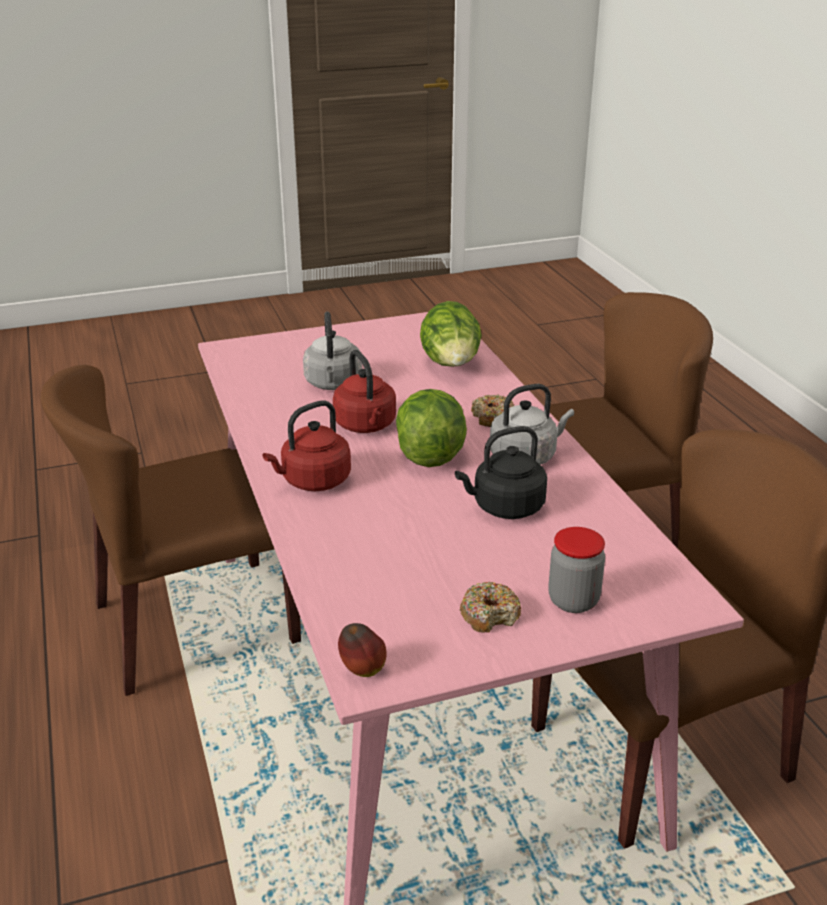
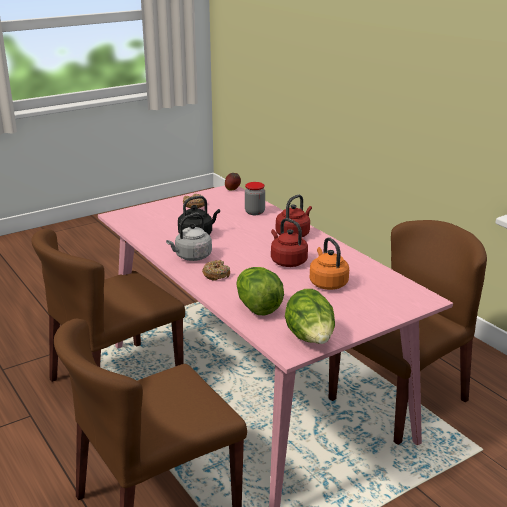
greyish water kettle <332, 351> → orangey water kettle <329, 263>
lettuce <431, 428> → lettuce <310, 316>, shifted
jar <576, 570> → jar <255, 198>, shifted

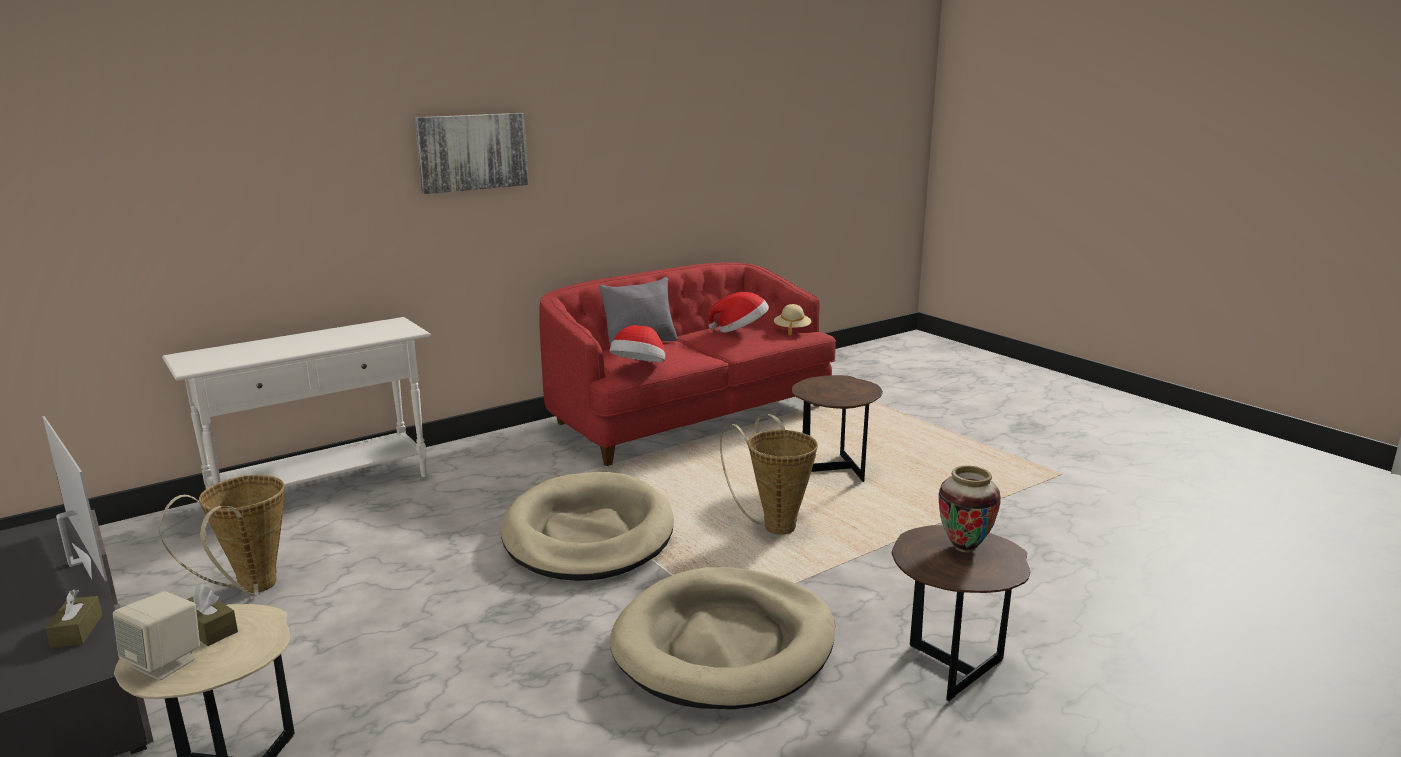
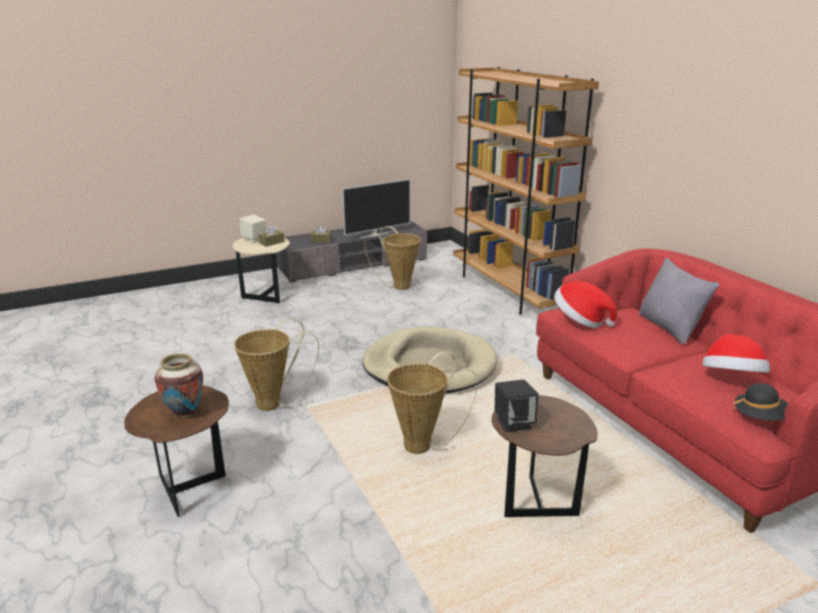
wall art <471, 153> → -
beige-coloured clothing hat <793, 320> → black clothing hat <760, 402>
whitish console table <296, 403> → brown-coloured bookcase <526, 191>
beige-coloured dog bed <722, 638> → basket <276, 364>
- → black loudspeaker <516, 406>

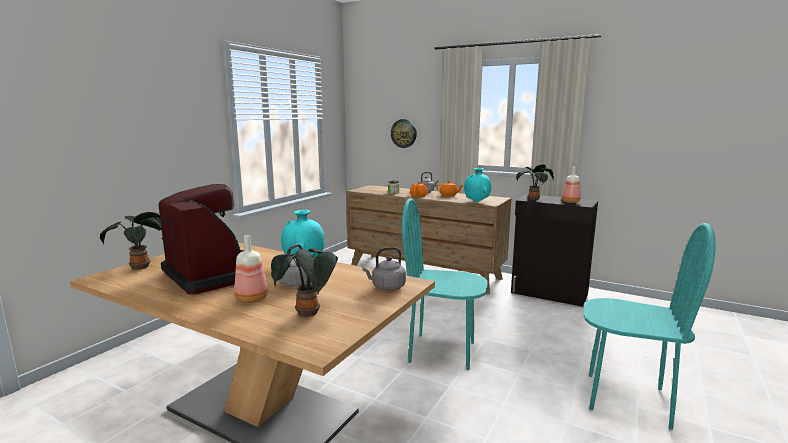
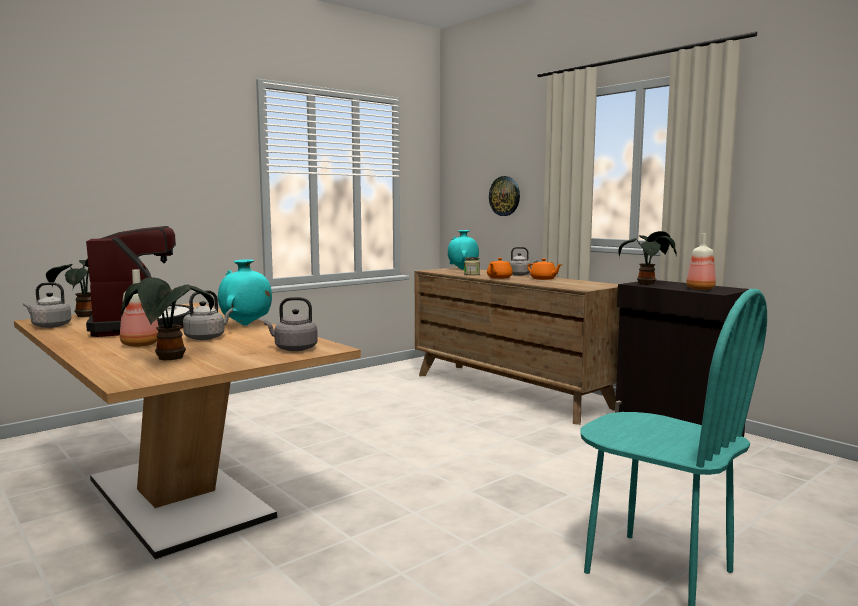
turquoise-coloured flower vase <478, 185> → turquoise-coloured flower vase <463, 250>, shifted
turquoise-coloured chair <445, 284> → -
- → greyish water kettle <47, 305>

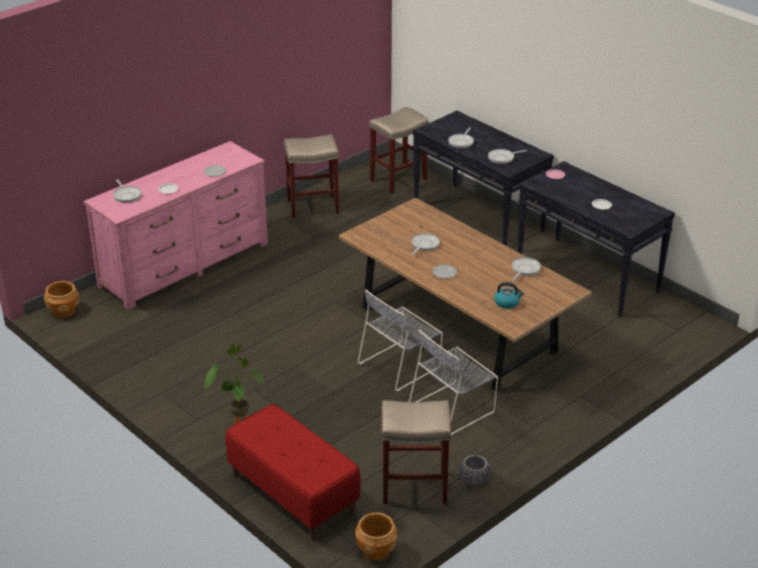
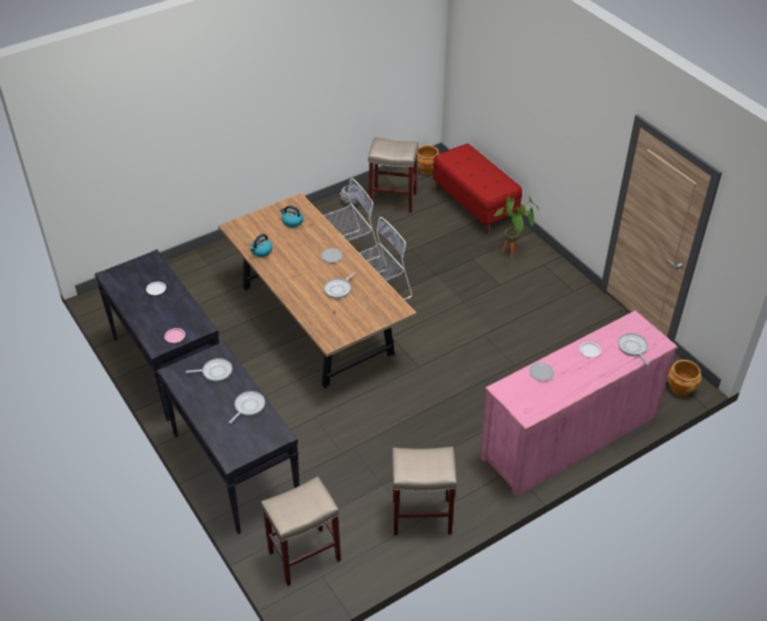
skillet <526, 268> → water kettle <261, 245>

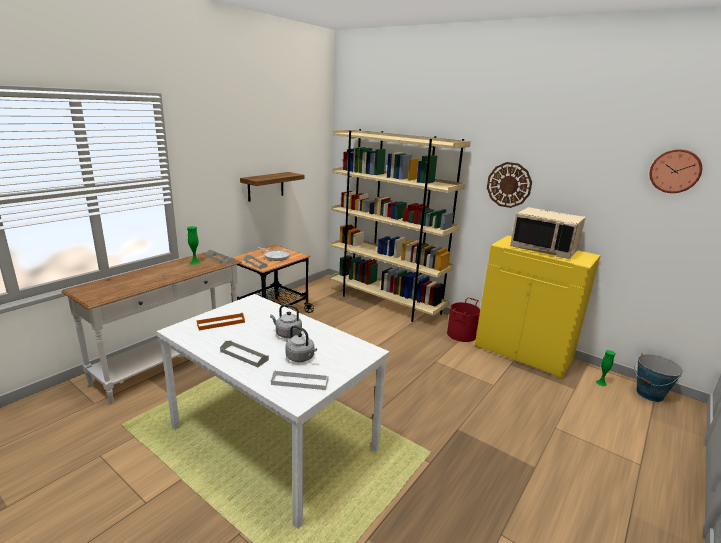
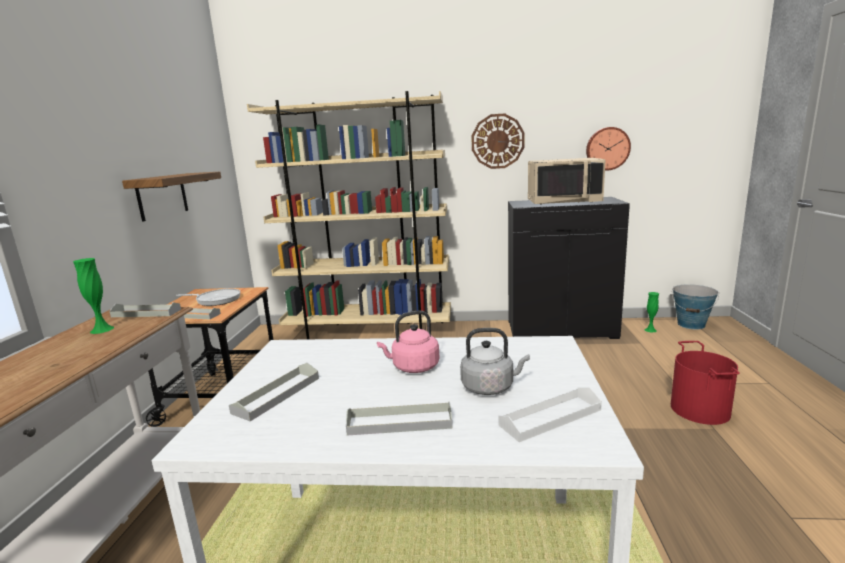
wall clock <676, 171> → wall clock <608, 149>, shifted
yellowish storage cabinet <538, 307> → black storage cabinet <569, 268>
red water bucket <463, 319> → red water bucket <705, 383>, shifted
greyish water kettle <286, 321> → pink water kettle <408, 341>
orangey carrying tray <221, 321> → greyish carrying tray <274, 392>

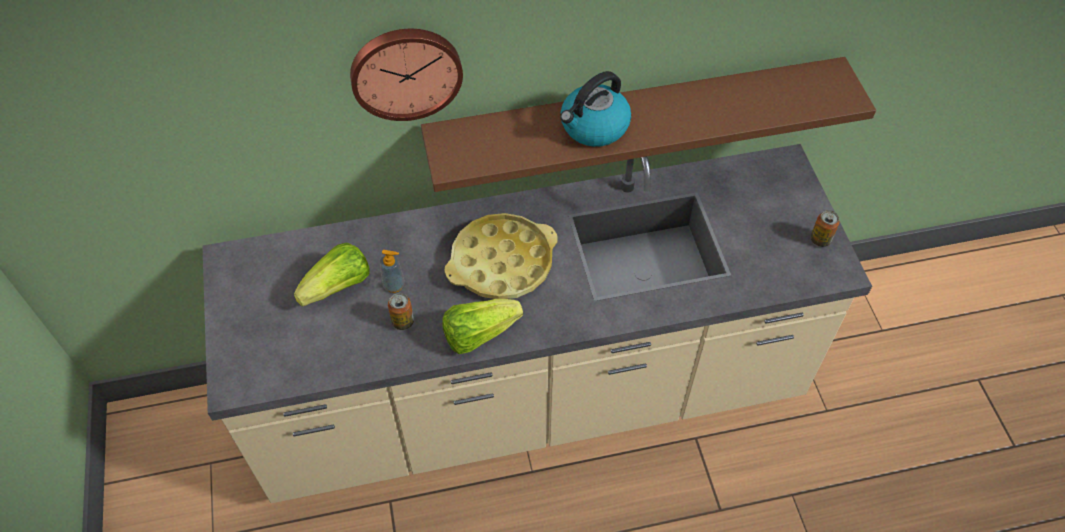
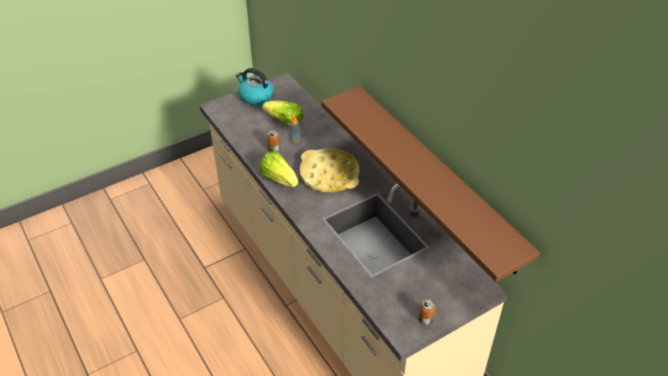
wall clock <406, 75> → -
water kettle <595, 109> → water kettle <255, 86>, shifted

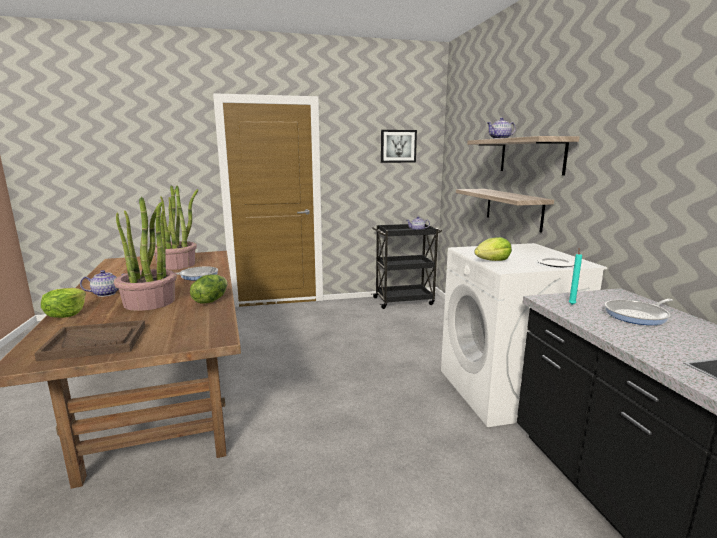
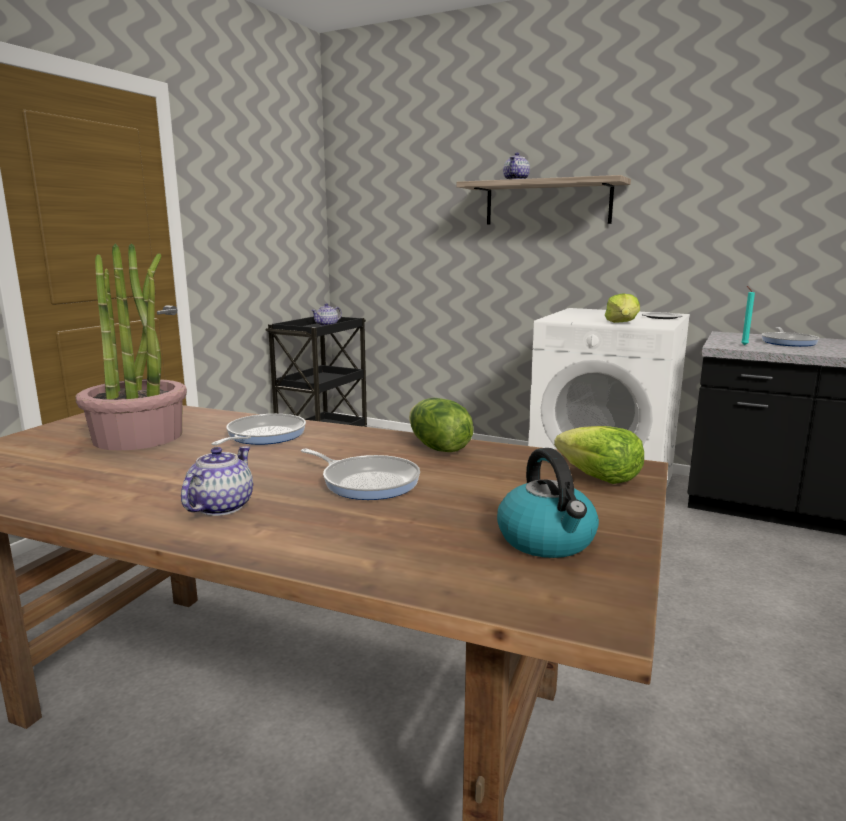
wall art <399, 146> → -
bracket shelf <505, 211> → -
houseplant <145, 254> → skillet <360, 474>
lettuce <63, 303> → lettuce <599, 455>, shifted
brown-coloured carrying tray <89, 340> → water kettle <548, 503>

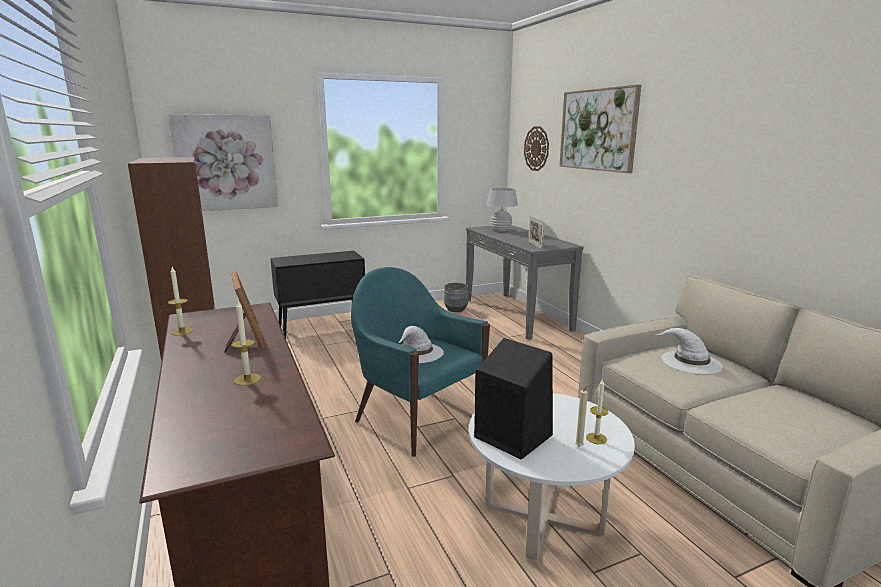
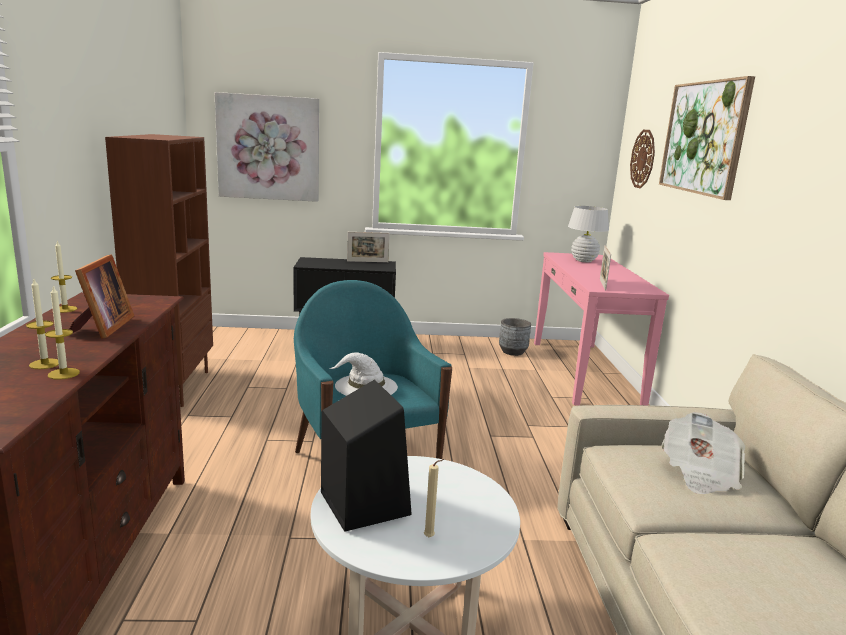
greyish console table <525, 282> → pink console table <601, 328>
whitish clothing hat <687, 351> → newspaper <703, 453>
wax candle <597, 411> → wax candle <62, 332>, shifted
- → photo frame <368, 247>

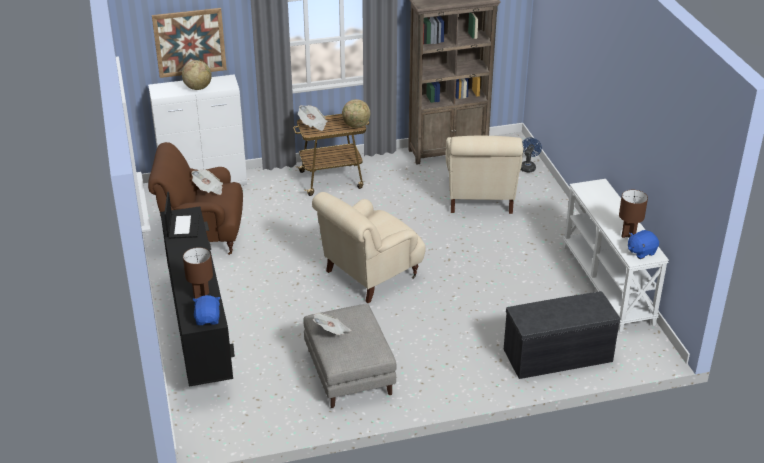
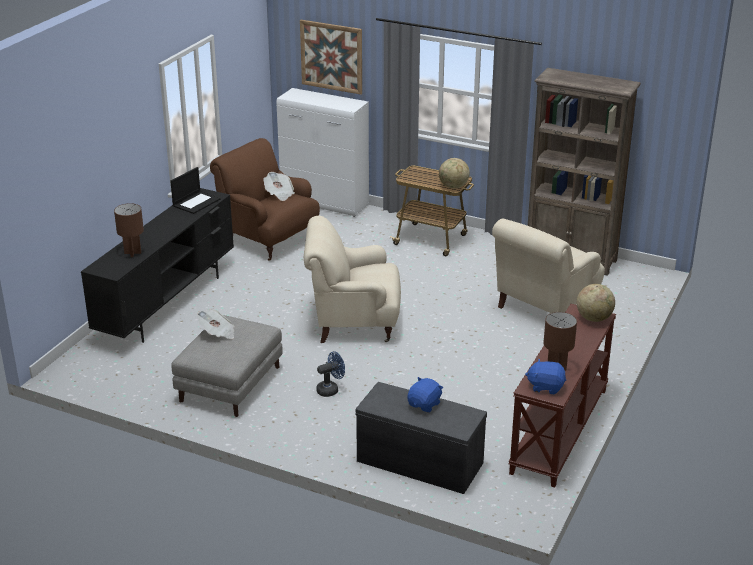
desk globe <197, 75> → desk globe <596, 303>, shifted
newspaper <312, 118> → -
bluish electric fan <531, 154> → bluish electric fan <330, 374>, shifted
whitish console table <616, 255> → brown-coloured console table <562, 395>
bluish soft toy <206, 310> → bluish soft toy <425, 395>, shifted

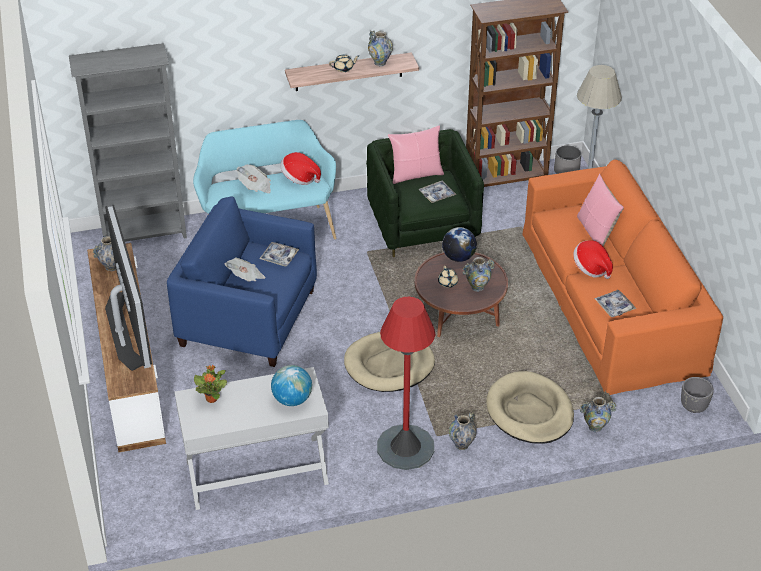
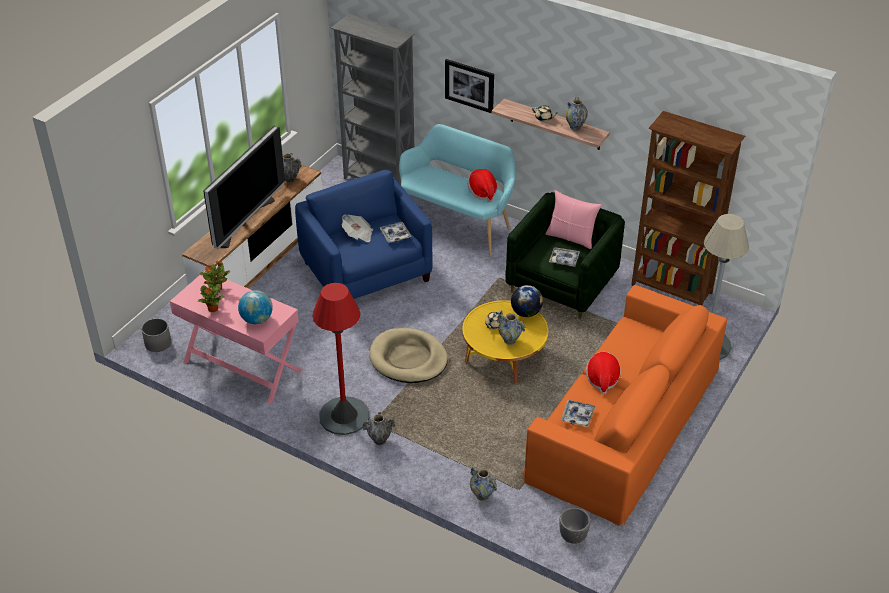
greyish plant pot <567, 159> → greyish plant pot <156, 335>, shifted
newspaper <254, 179> → -
pink pillow <600, 210> → -
brown-coloured coffee table <461, 294> → yellowish coffee table <505, 342>
whitish console table <252, 438> → pink console table <236, 337>
beige-coloured dog bed <530, 407> → -
- → wall art <469, 86>
- → houseplant <211, 296>

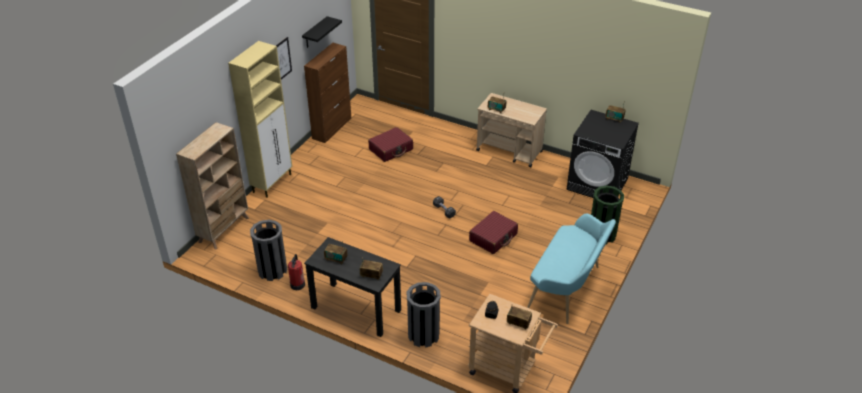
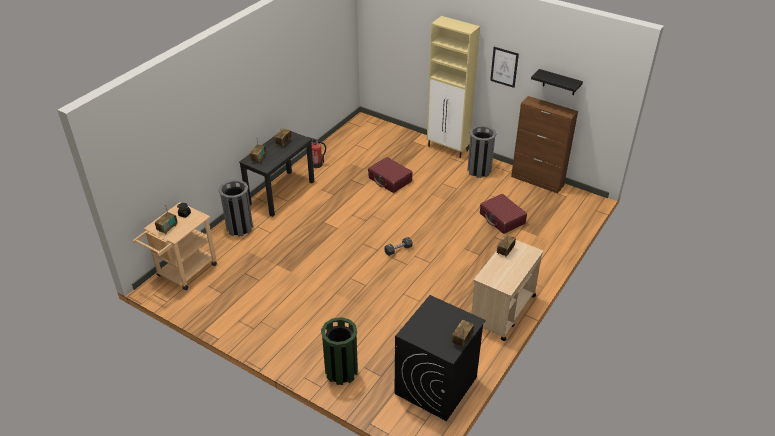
beige-coloured bookcase <212, 186> → -
red piece of luggage <493, 232> → red piece of luggage <390, 175>, shifted
turquoise-coloured bench <571, 269> → -
greyish rubbish bin <268, 250> → greyish rubbish bin <481, 151>, shifted

